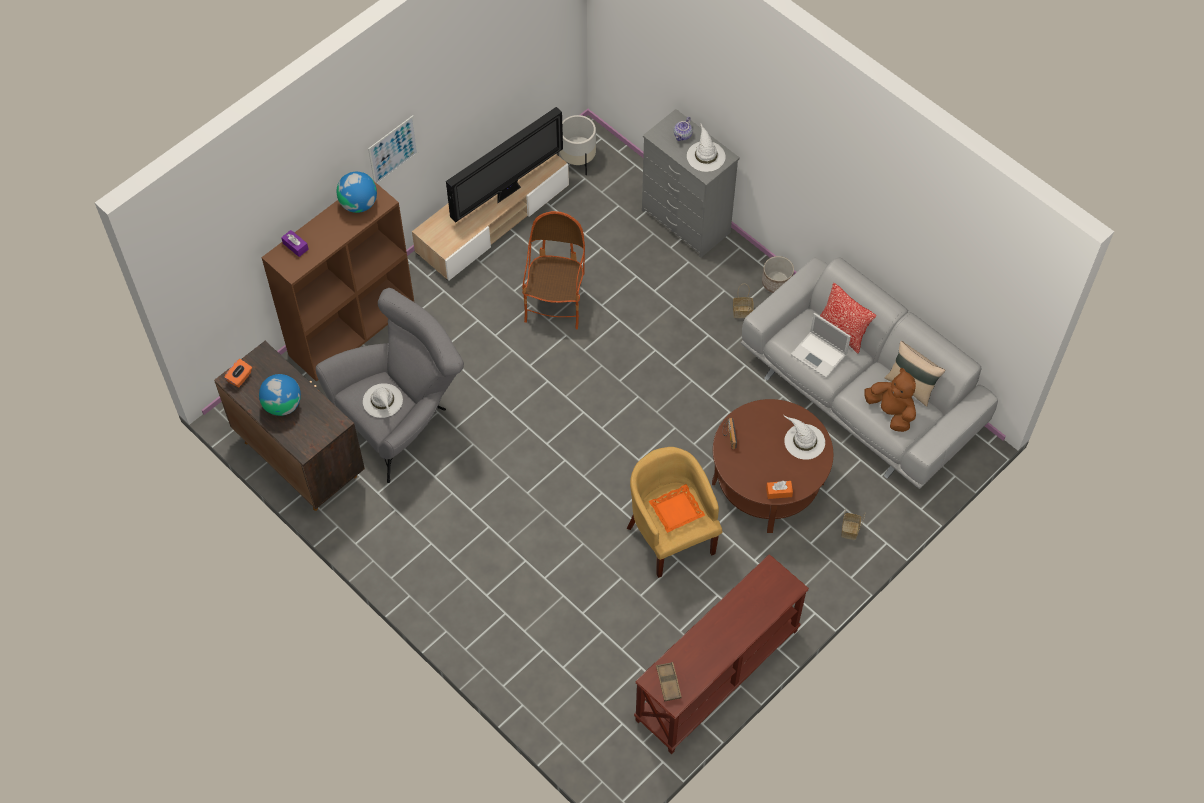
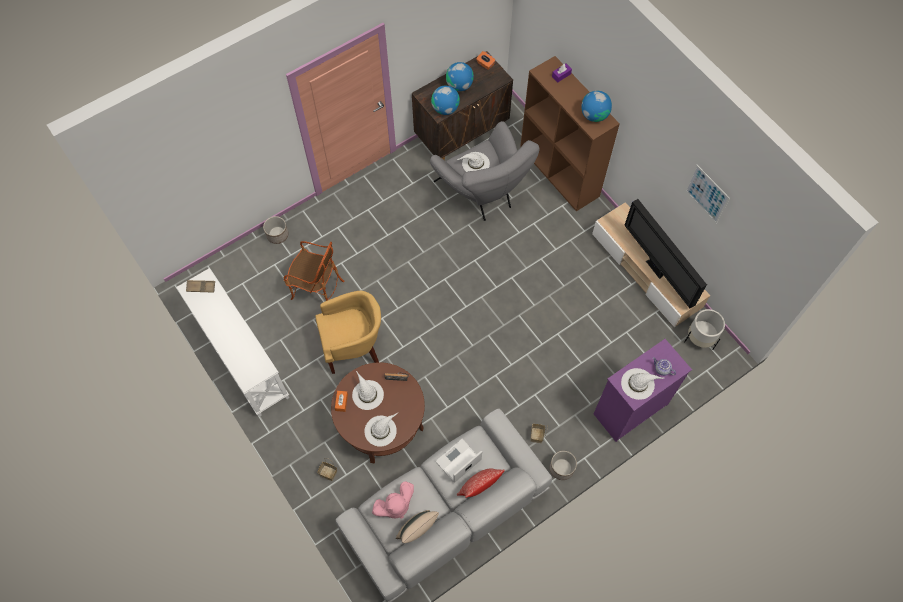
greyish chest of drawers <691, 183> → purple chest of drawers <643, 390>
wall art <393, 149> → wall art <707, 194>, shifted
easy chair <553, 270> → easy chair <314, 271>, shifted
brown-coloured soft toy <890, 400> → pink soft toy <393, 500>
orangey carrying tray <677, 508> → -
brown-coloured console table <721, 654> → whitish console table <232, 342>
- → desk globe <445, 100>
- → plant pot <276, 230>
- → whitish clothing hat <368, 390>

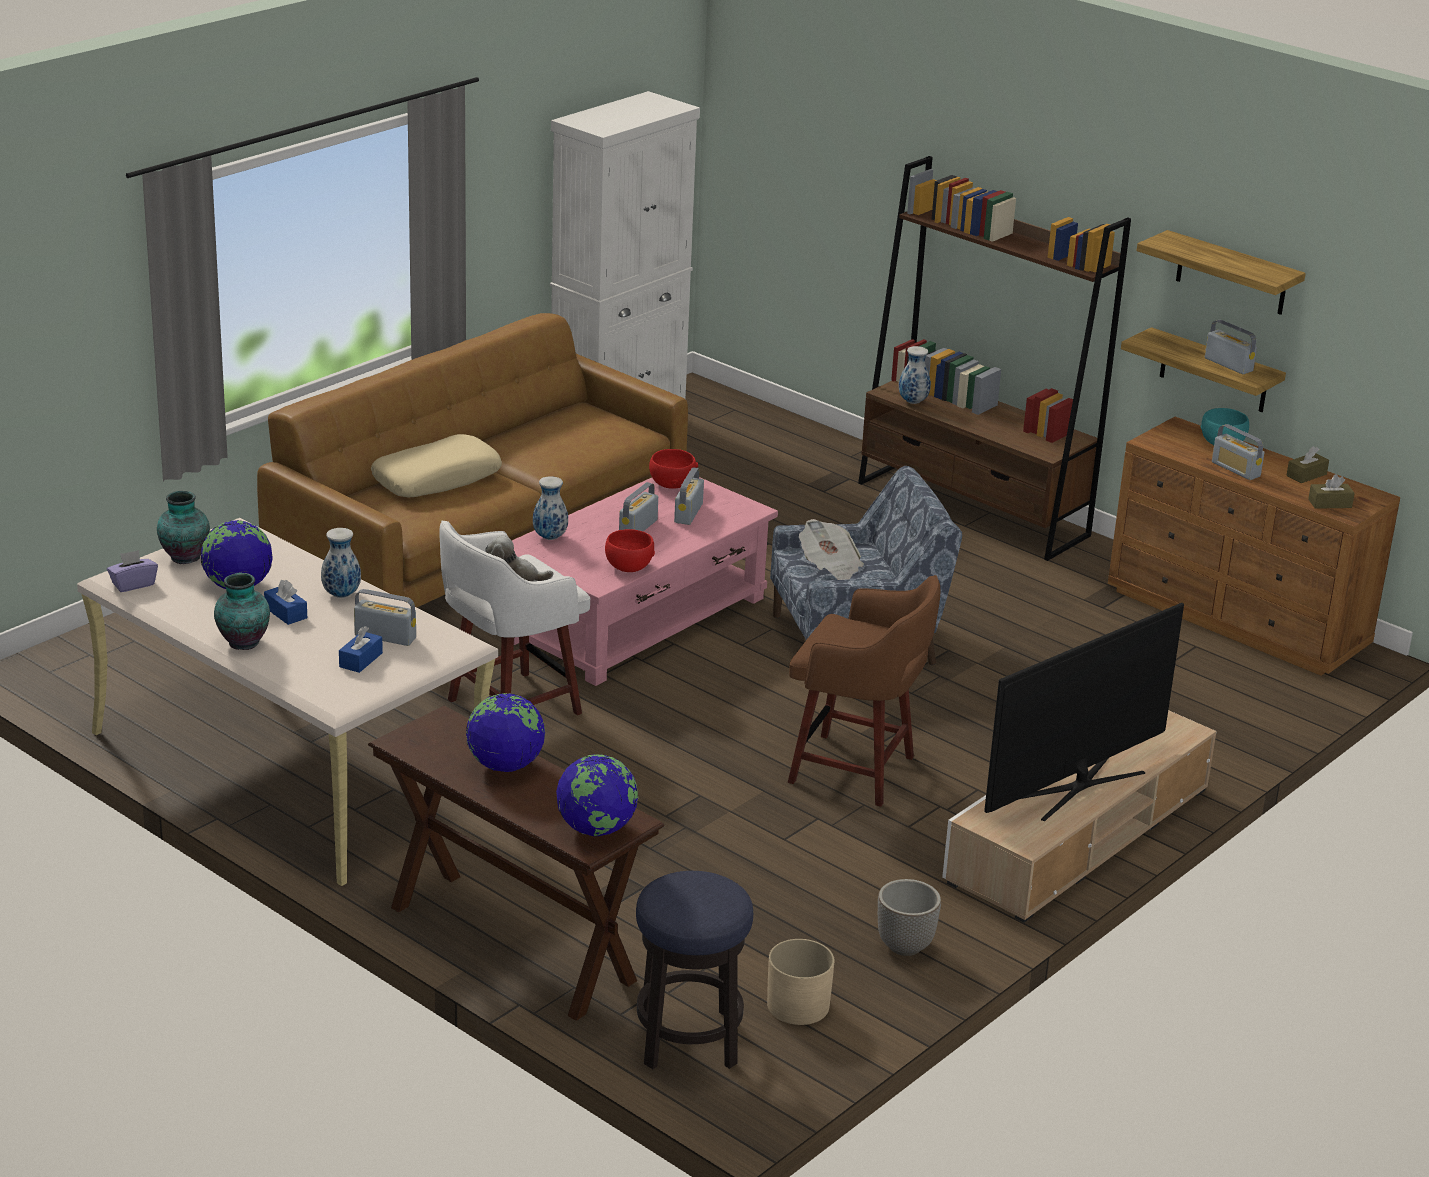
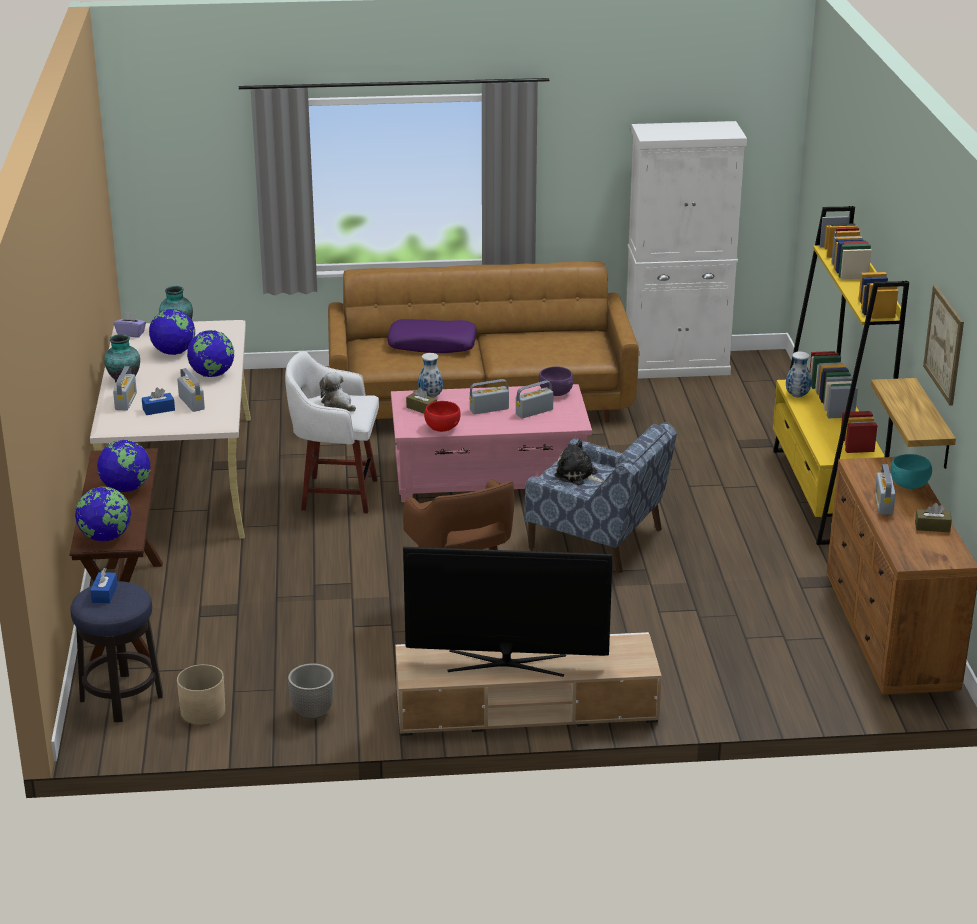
brown-coloured bookcase <994, 358> → yellowish bookcase <841, 375>
bracket shelf <1221, 272> → wall art <943, 345>
radio receiver <1231, 347> → radio receiver <125, 388>, shifted
beige-coloured pillow <436, 466> → purple pillow <432, 336>
red bowl <673, 469> → purple bowl <556, 381>
brown-coloured tissue box <1331, 491> → brown-coloured tissue box <421, 401>, shifted
newspaper <831, 549> → soft toy <579, 462>
flower vase <341, 563> → desk globe <210, 353>
bluish tissue box <285, 602> → bluish tissue box <104, 585>, shifted

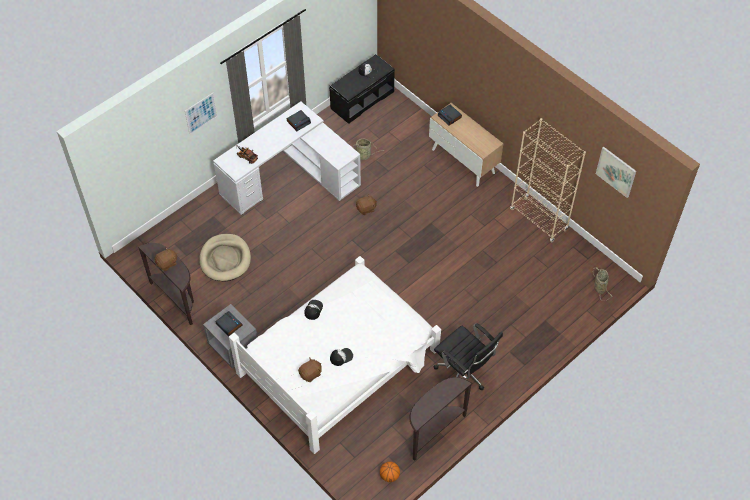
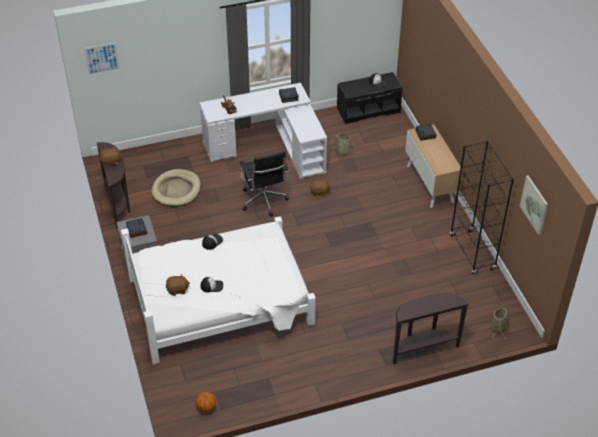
wall art <201, 113> → wall art <102, 59>, shifted
beige-coloured bookcase <548, 180> → black bookcase <482, 207>
black office chair <468, 356> → black office chair <264, 184>, shifted
brown-coloured console table <440, 419> → brown-coloured console table <431, 328>, shifted

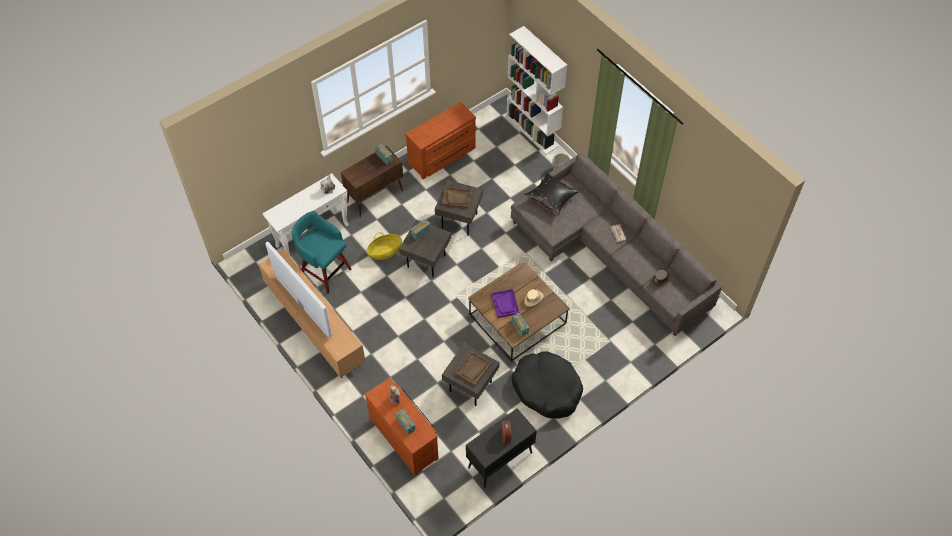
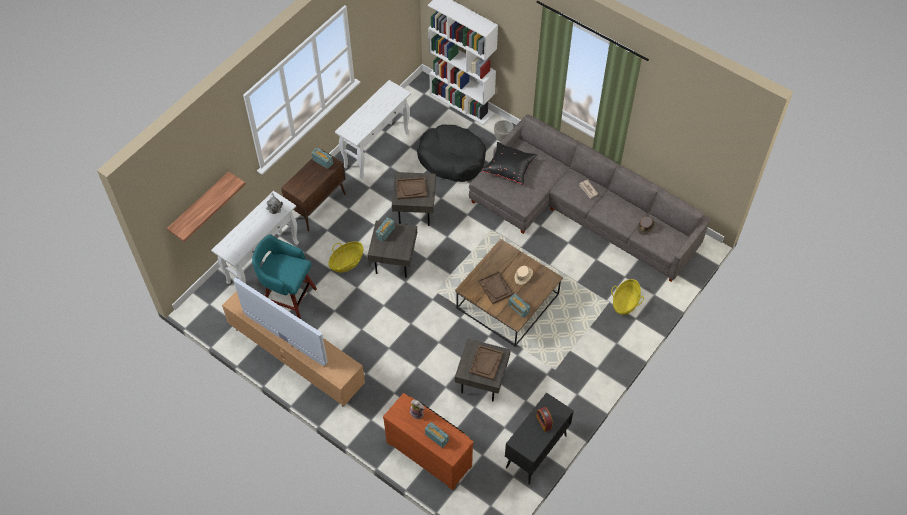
brown-coloured chest of drawers <440, 140> → whitish console table <373, 129>
purple carrying tray <505, 303> → brown-coloured carrying tray <496, 287>
black dog bed <547, 385> → black dog bed <451, 153>, shifted
- → bracket shelf <206, 206>
- → basket <627, 297>

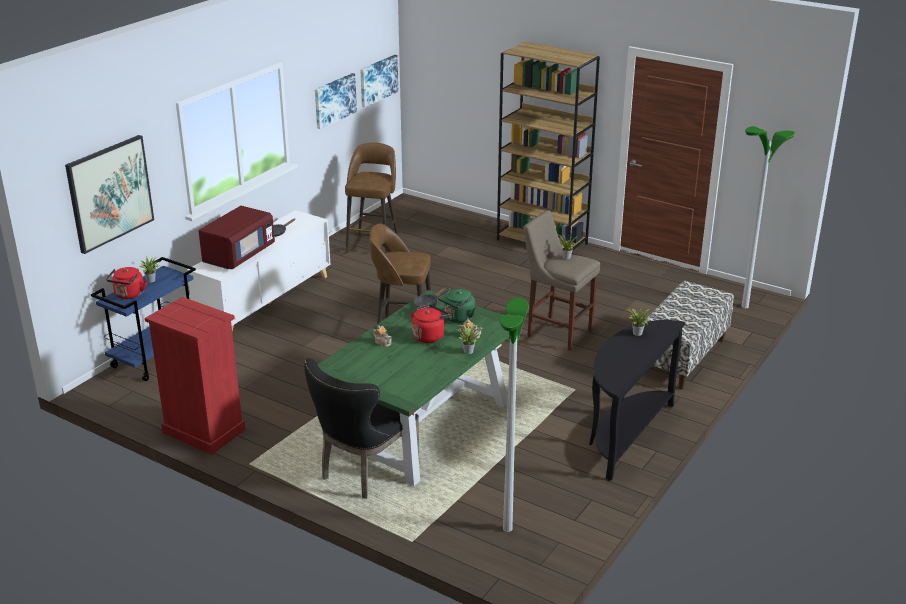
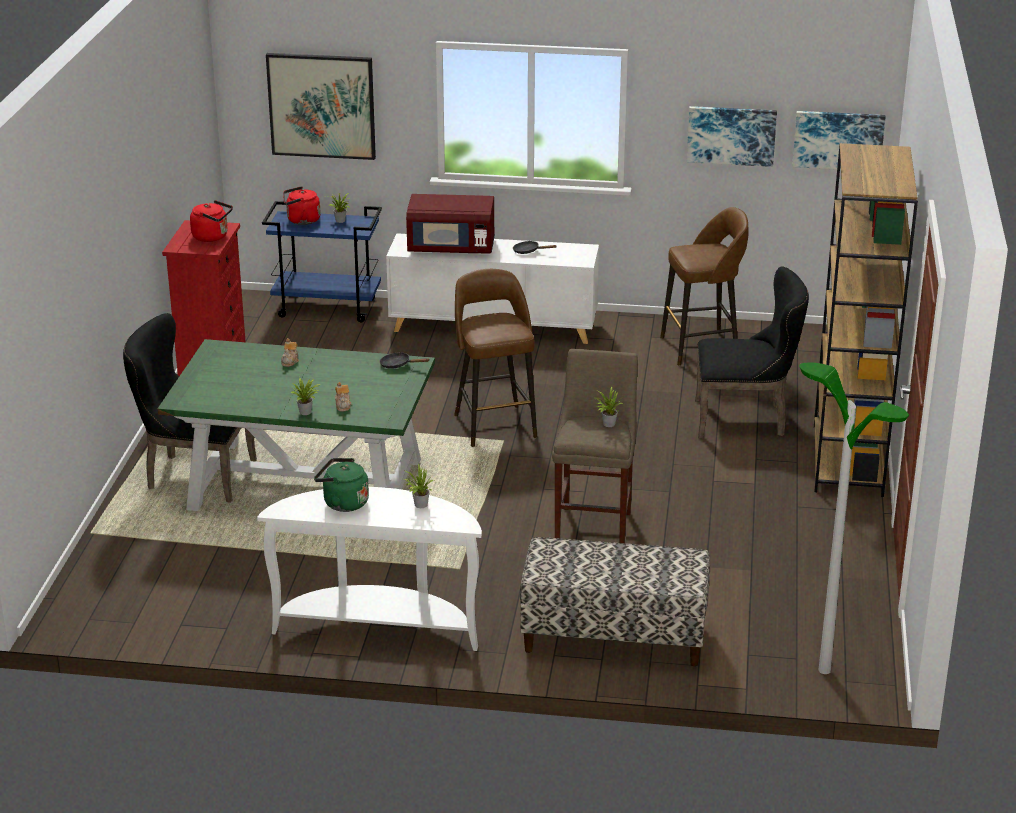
green water kettle <457, 305> → green water kettle <341, 485>, shifted
floor lamp <514, 414> → -
red water kettle <430, 323> → red water kettle <211, 221>, shifted
black console table <637, 400> → whitish console table <369, 569>
- → black chair <752, 352>

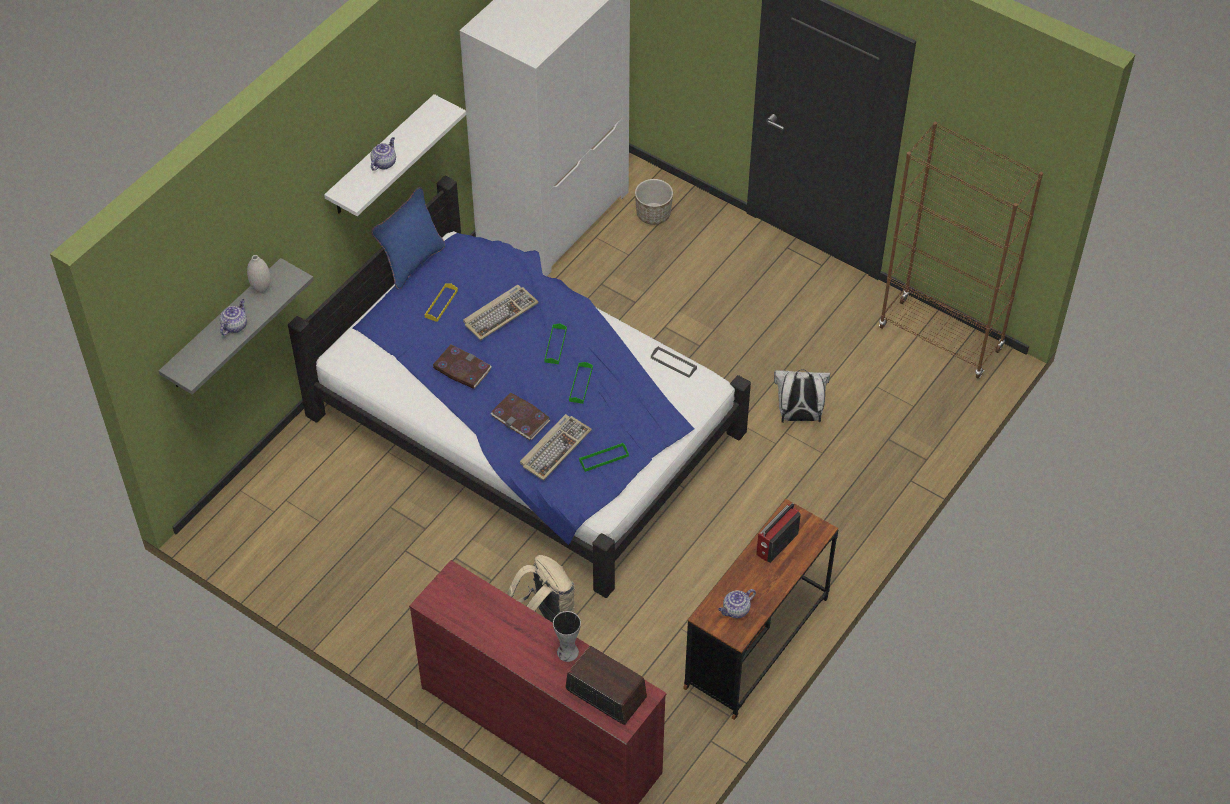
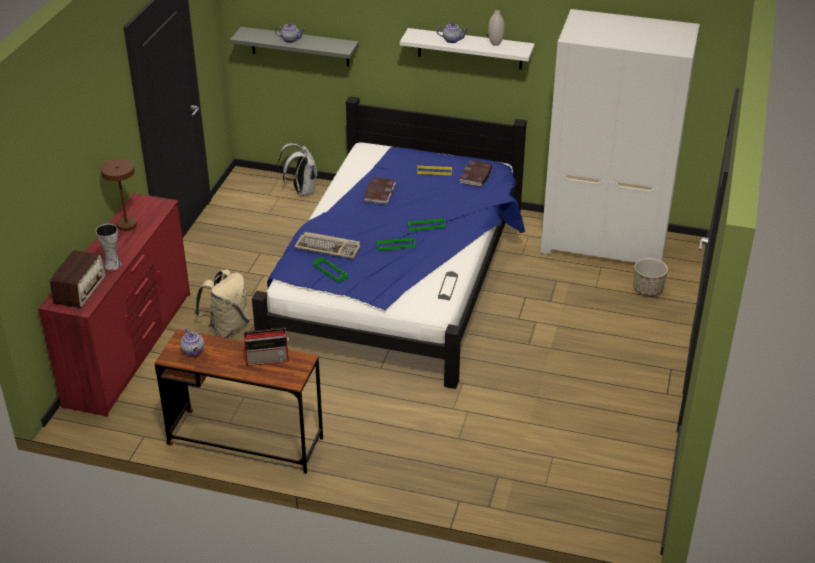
brown-coloured bookcase <961, 250> → -
bluish pillow <408, 238> → -
whitish flower vase <258, 274> → whitish flower vase <496, 28>, shifted
keyboard <501, 313> → -
whitish knapsack <802, 396> → whitish knapsack <297, 169>, shifted
book <520, 416> → book <475, 173>, shifted
radio receiver <778, 533> → radio receiver <266, 347>, 150 degrees clockwise
pot for tea <737, 603> → pot for tea <192, 342>, 150 degrees counterclockwise
- → brown-coloured table lamp <119, 200>

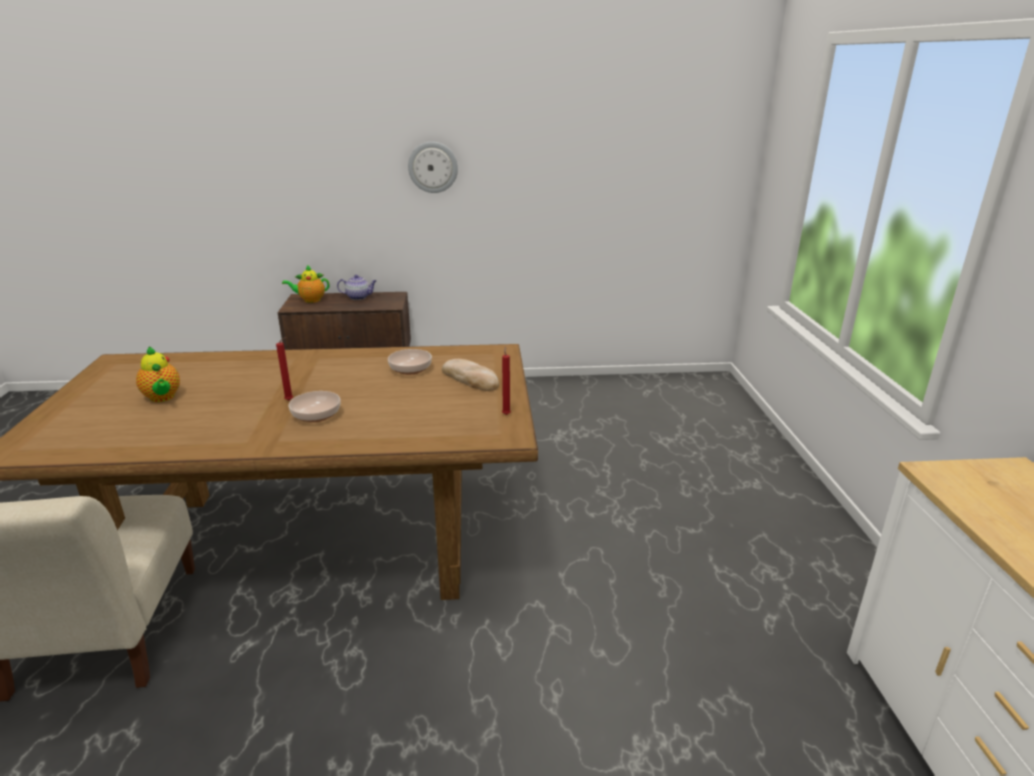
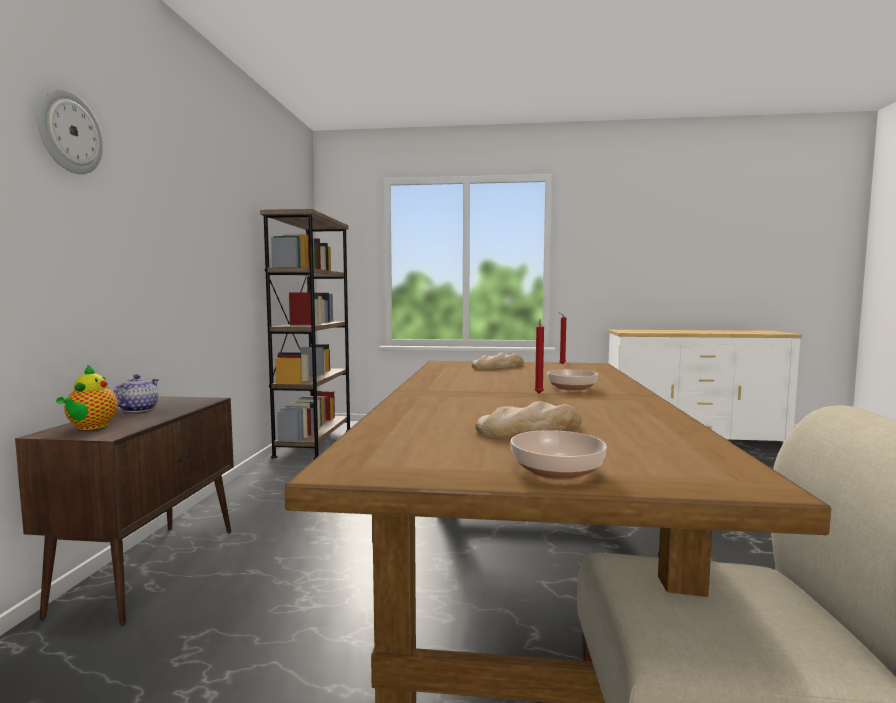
wall clock <433, 167> → wall clock <70, 131>, shifted
pot for tea <158, 374> → bakery bread <528, 419>
bowl <410, 362> → bowl <559, 455>, shifted
- → brown-coloured bookcase <305, 334>

